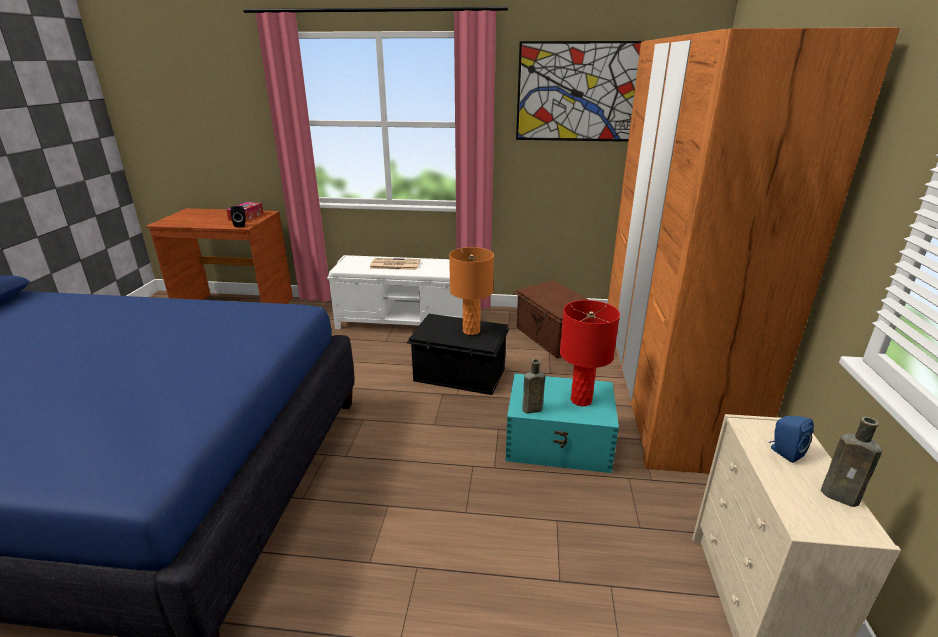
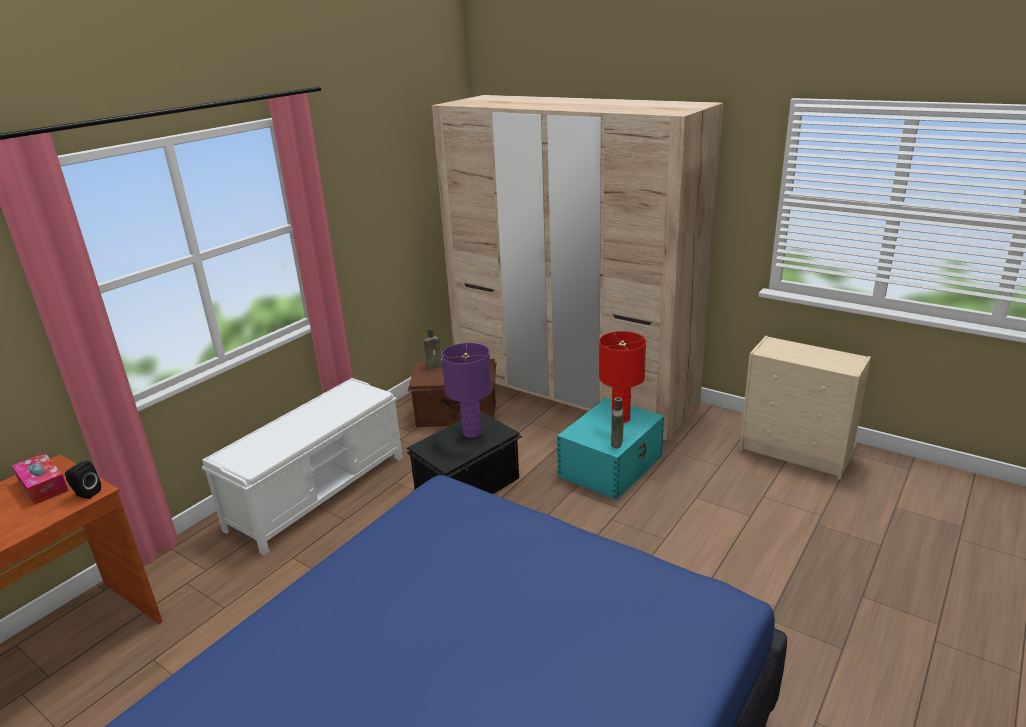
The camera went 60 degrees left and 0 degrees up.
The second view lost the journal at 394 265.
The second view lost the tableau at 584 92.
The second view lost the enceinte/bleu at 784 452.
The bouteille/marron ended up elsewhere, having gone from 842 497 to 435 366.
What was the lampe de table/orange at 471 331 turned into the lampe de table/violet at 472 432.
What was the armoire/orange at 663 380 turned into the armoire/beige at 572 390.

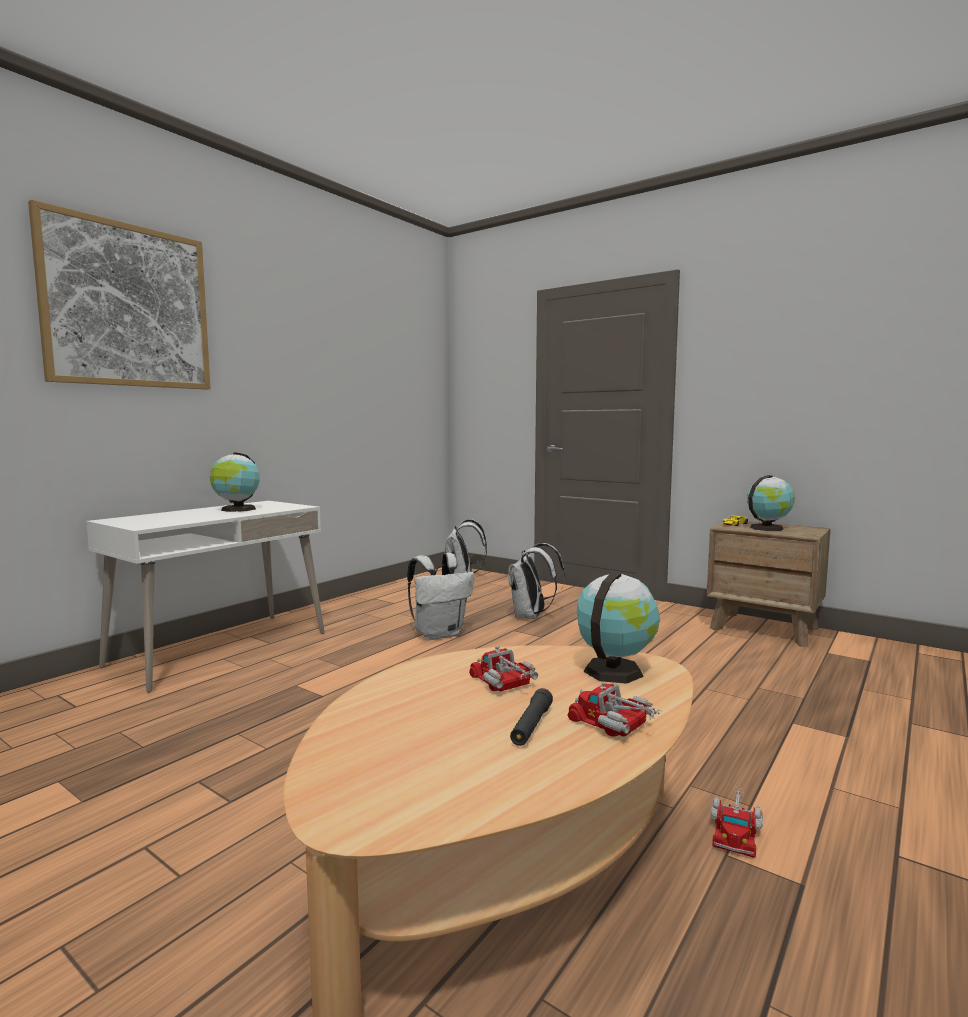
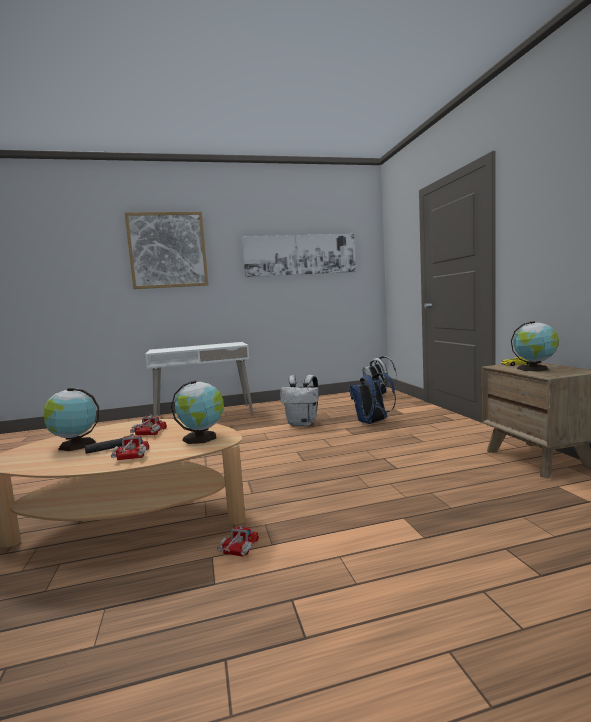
The camera went 40 degrees right and 0 degrees up.
The second view gained the tableau at 300 255.
The globe ended up elsewhere, having gone from 237 509 to 74 445.
What was the sac à dos/blanc at 531 616 turned into the sac à dos/bleu at 372 422.
The camion jouet at 735 831 ended up facing another way, 135 degrees clockwise from before.

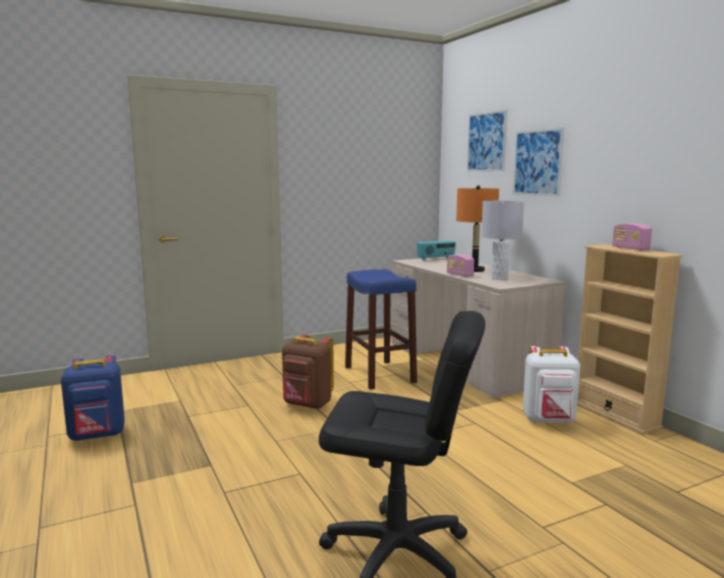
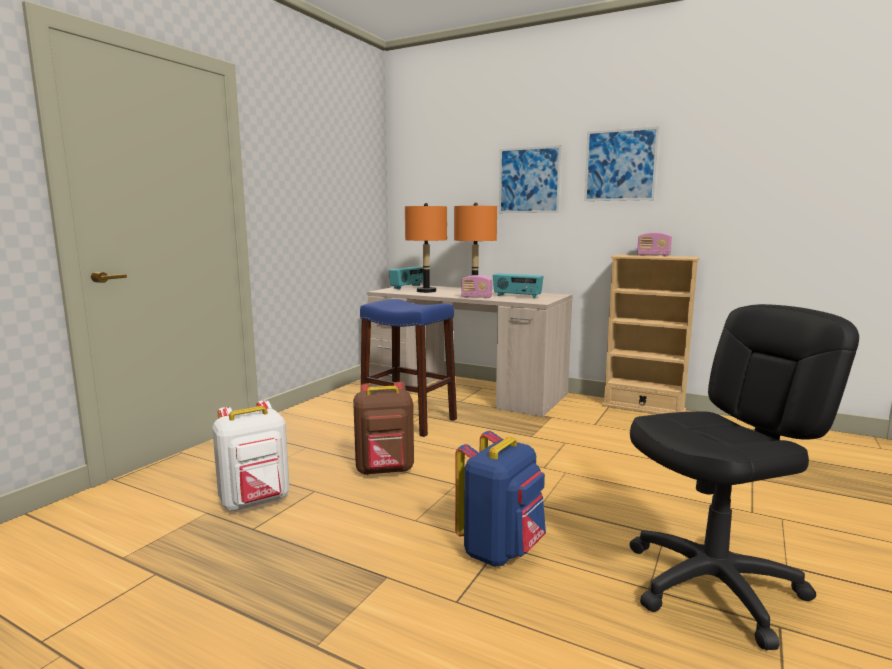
The camera went 35 degrees left and 0 degrees up.
The second view gained the lampe de table/orange at 426 291.
The sac à dos/bleu ended up elsewhere, having gone from 97 435 to 501 550.
The tableau ended up elsewhere, having gone from 486 142 to 620 165.
The sac à dos/blanc ended up elsewhere, having gone from 549 421 to 256 502.
Where the lampe de table/gris stood at 499 278, the radio came to stand at 517 296.

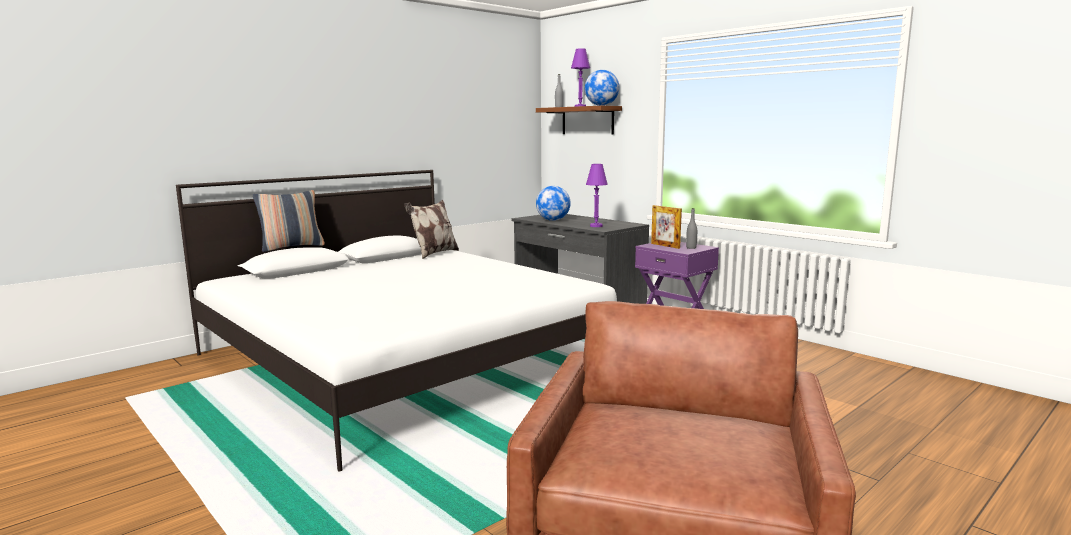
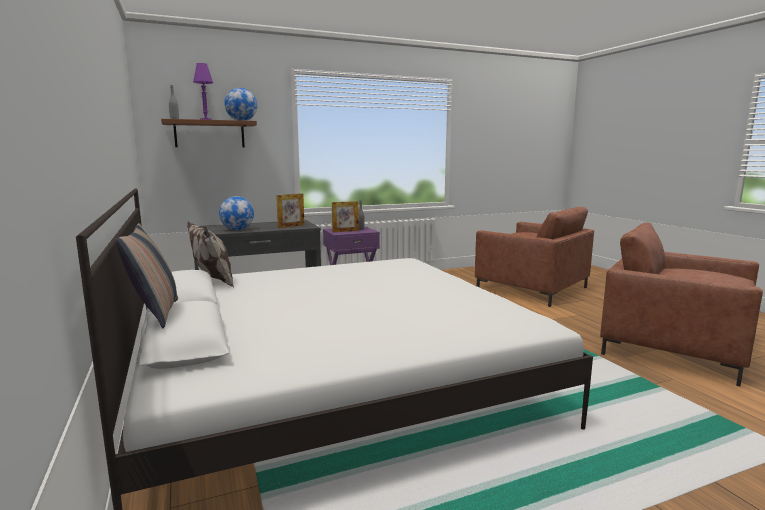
The camera went 70 degrees left and 0 degrees up.
The second view gained the fauteuil/marron at 531 288.
Where the lampe de table/violet stood at 596 226, the cadre photo came to stand at 291 226.

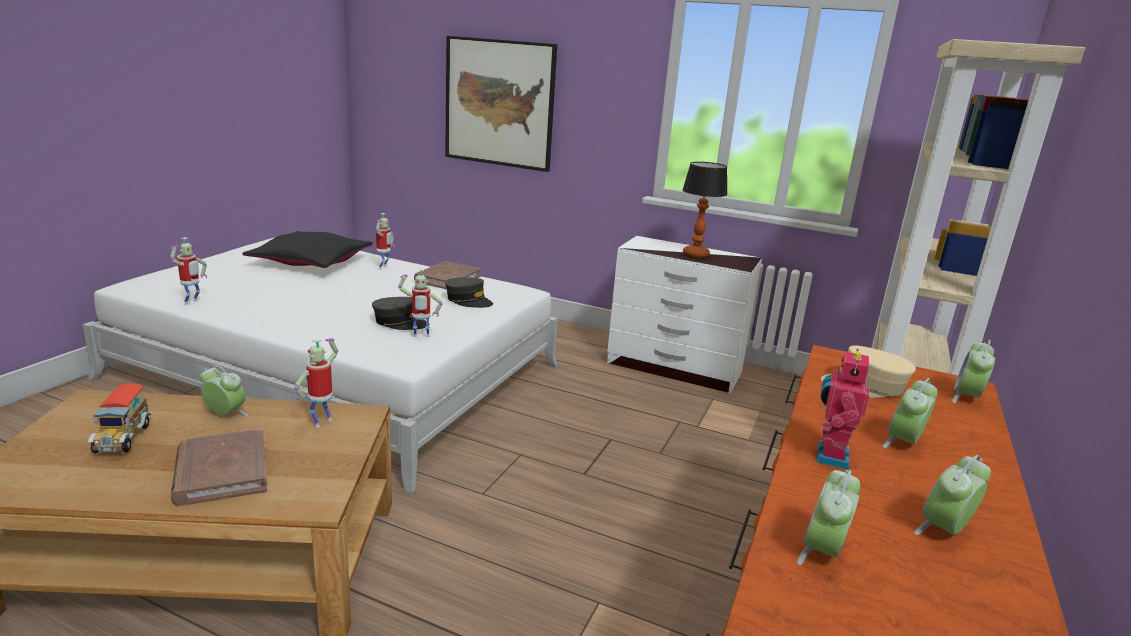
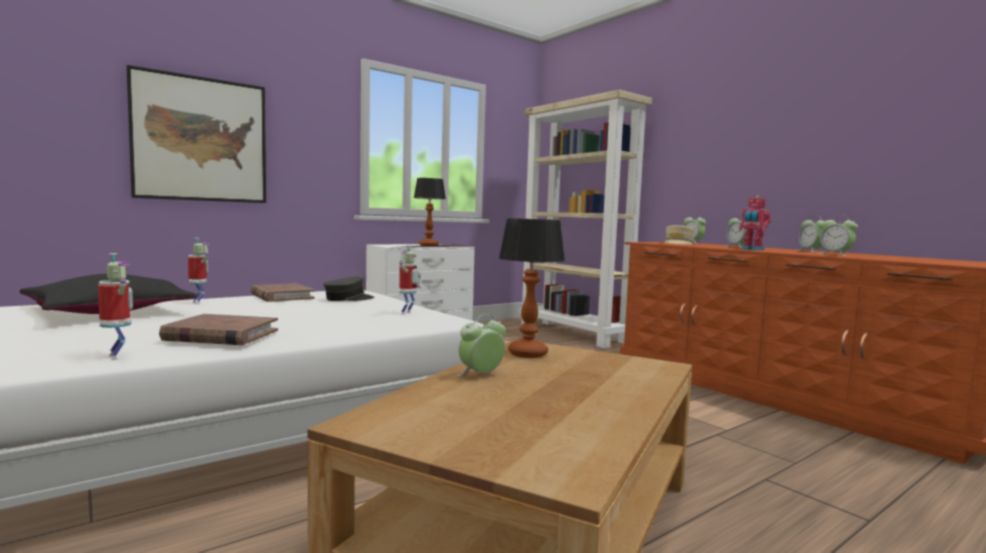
The camera went 60 degrees left and 15 degrees down.
The second view lost the camion jouet at 122 439.
The second view lost the casquette/gris at 400 322.
The livre/marron ended up elsewhere, having gone from 221 471 to 221 335.
Where the robot jouet stood at 322 421, the lampe de table came to stand at 528 353.

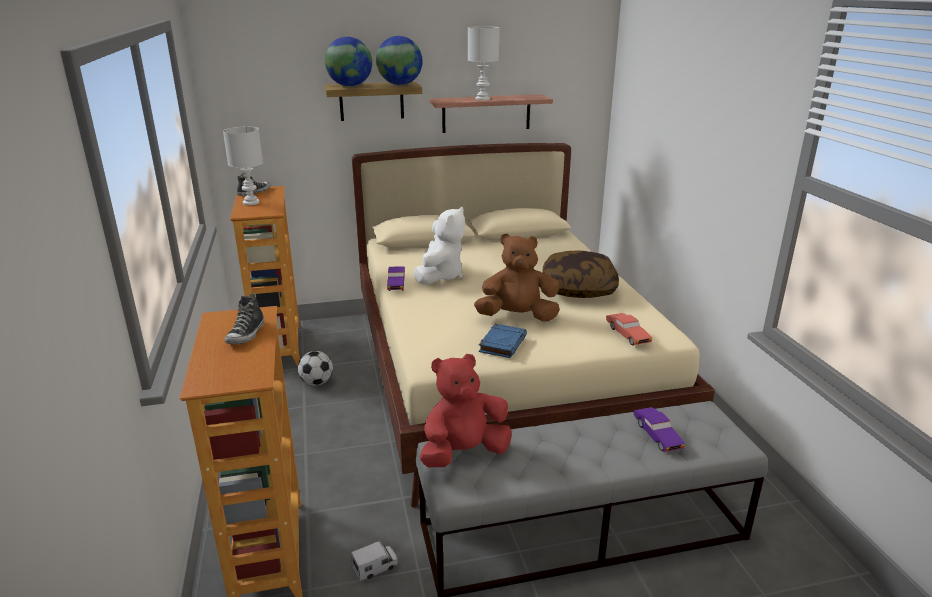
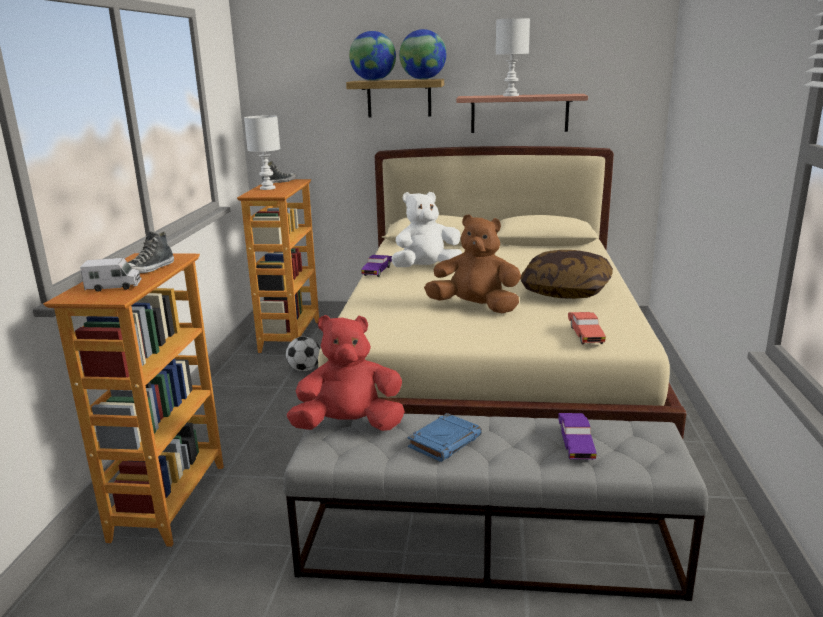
The camera went 20 degrees right and 5 degrees down.
The camion jouet ended up elsewhere, having gone from 375 567 to 114 287.
The livre/bleu ended up elsewhere, having gone from 502 344 to 445 441.
The peluche/blanc at 440 276 ended up facing another way, 150 degrees counterclockwise from before.

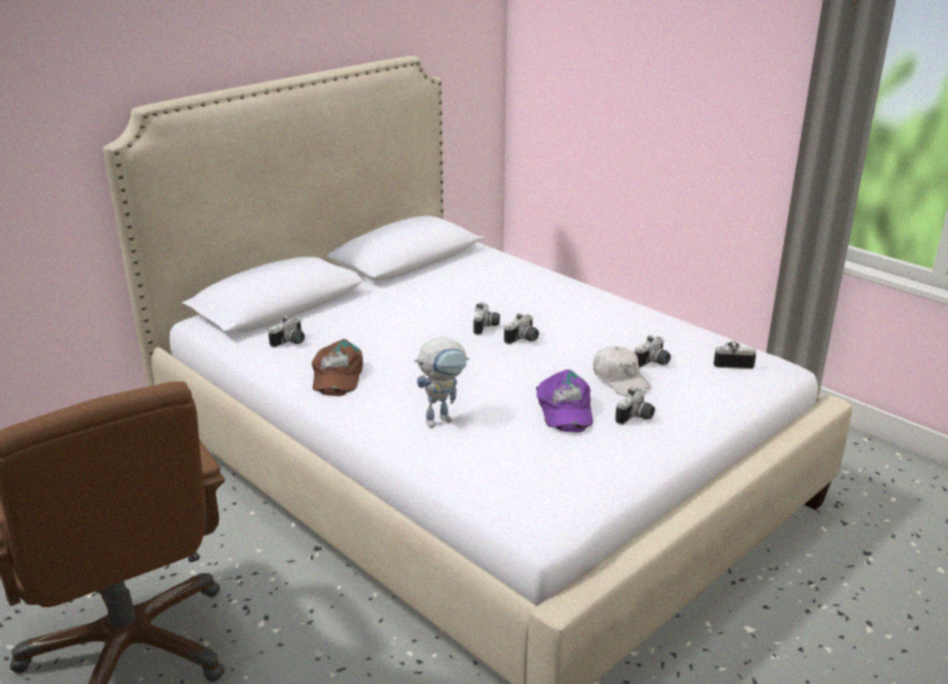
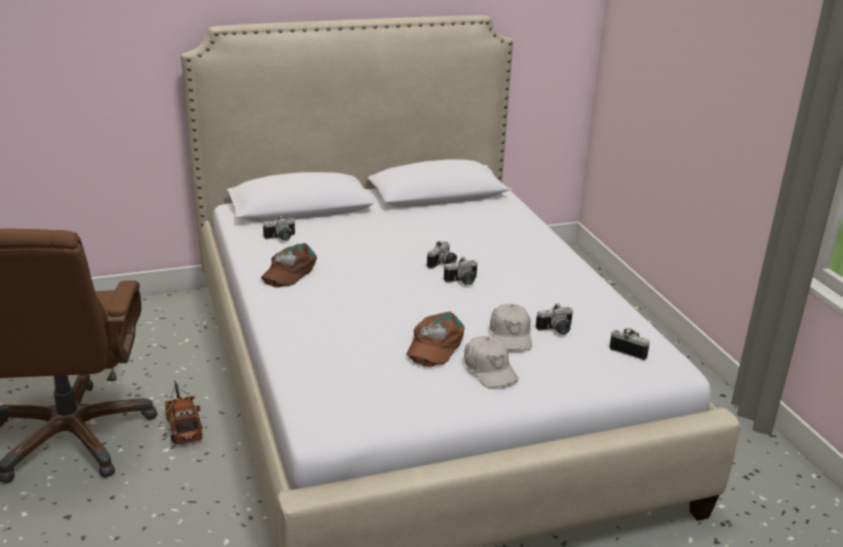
The camera went 25 degrees right and 0 degrees up.
The second view lost the robot jouet at 443 418.
The second view gained the camion jouet at 183 424.
Where the appareil photo stood at 636 418, the casquette/blanc came to stand at 490 370.
What was the casquette/violet at 564 409 turned into the casquette/marron at 434 345.

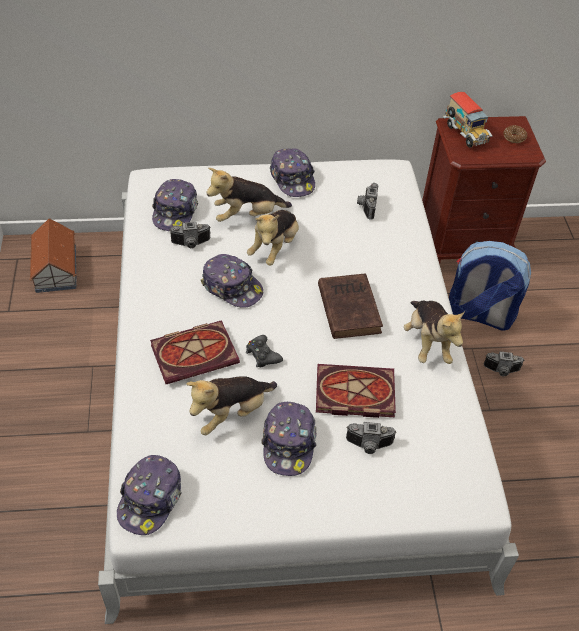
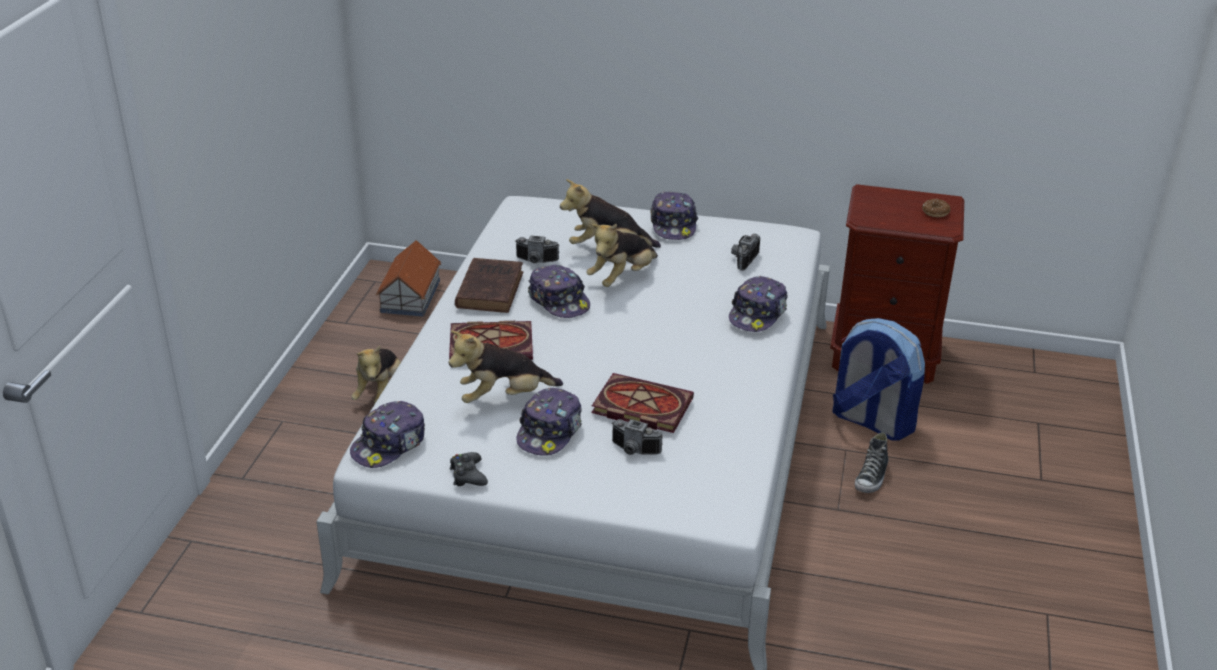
The camera went 20 degrees right and 15 degrees down.
The second view lost the camion jouet at 465 134.
The casquette ended up elsewhere, having gone from 175 212 to 758 314.
The manette/noir ended up elsewhere, having gone from 262 355 to 468 475.
The livre/marron ended up elsewhere, having gone from 348 307 to 490 289.
The peluche ended up elsewhere, having gone from 427 342 to 380 391.
Where the appareil photo stood at 501 371, the chaussure came to stand at 871 477.

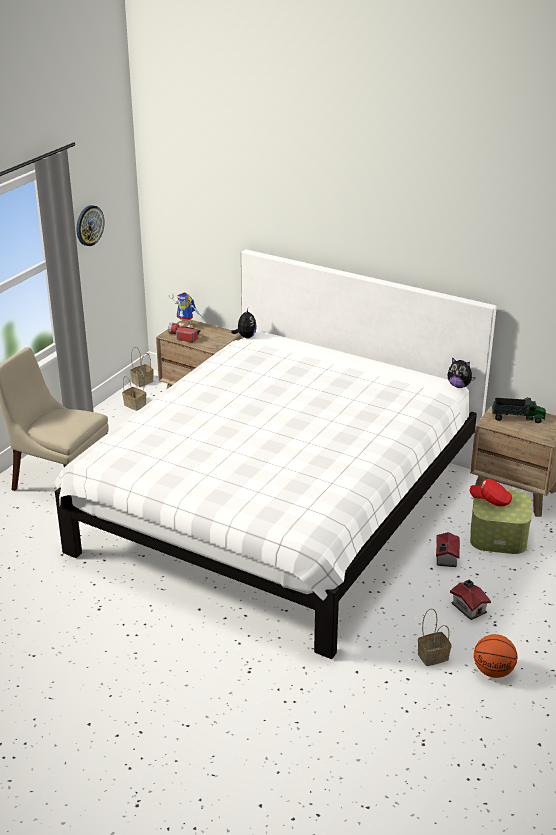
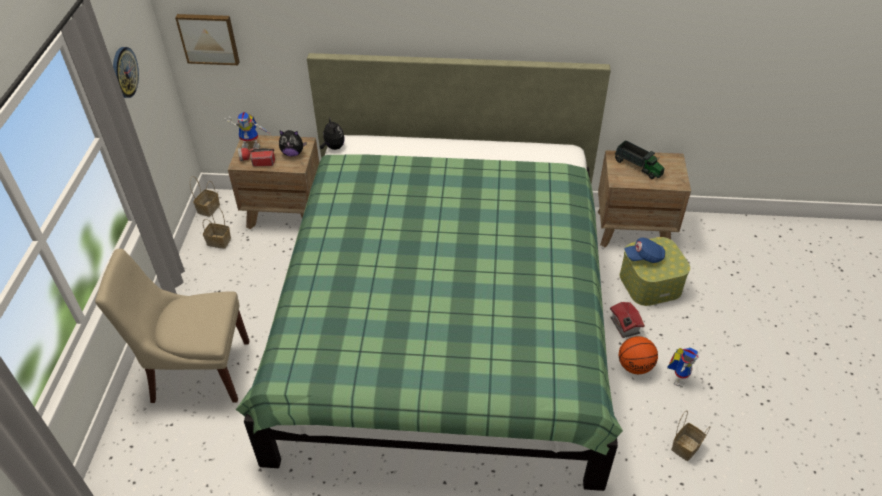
The camera went 25 degrees left and 15 degrees up.
The second view gained the tableau at 209 38.
The peluche ended up elsewhere, having gone from 459 386 to 293 153.
The ballon de basket ended up elsewhere, having gone from 493 671 to 635 366.
Where the maison miniature stood at 469 607, the robot jouet came to stand at 678 376.
What was the lit/blanc at 280 508 turned into the lit/vert at 443 322.
What was the casquette/rouge at 490 500 turned into the casquette/bleu at 644 257.
The camion jouet at 517 418 ended up facing another way, 60 degrees clockwise from before.

